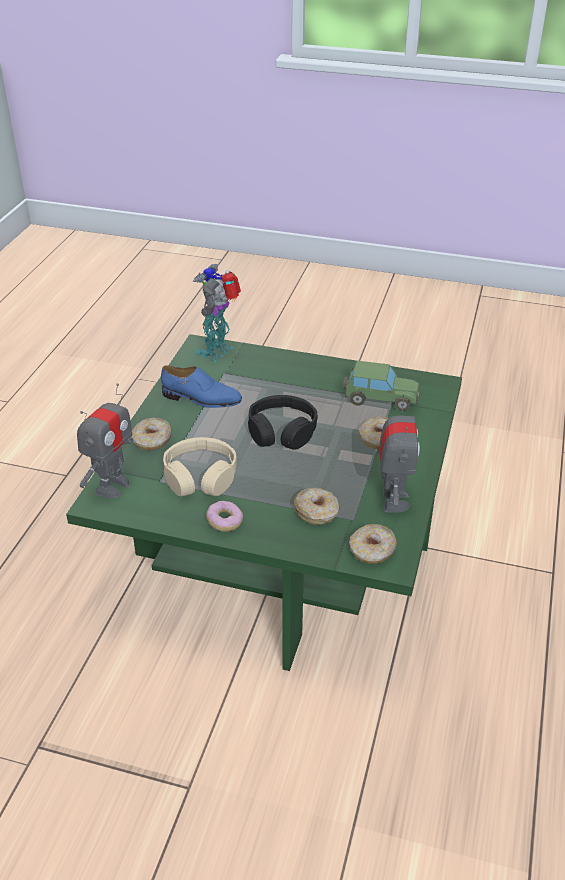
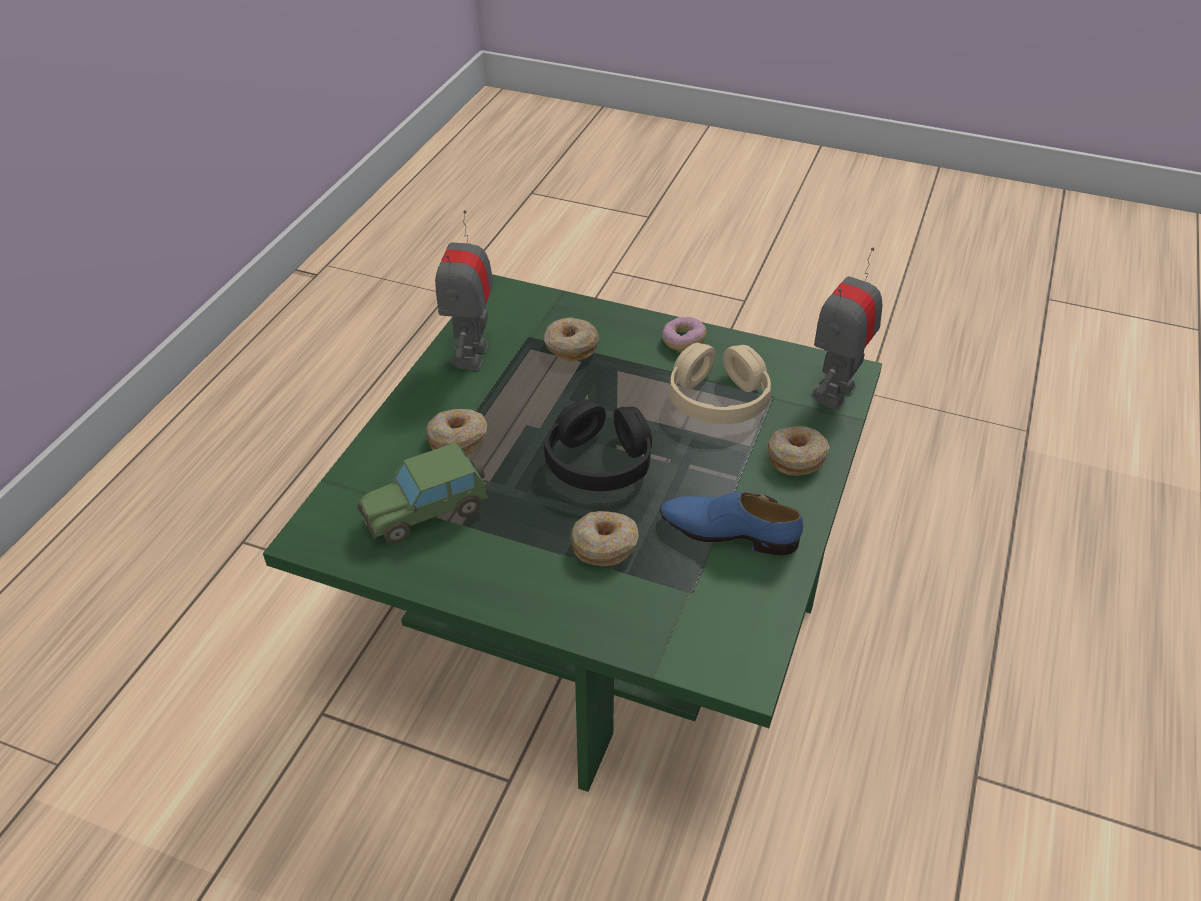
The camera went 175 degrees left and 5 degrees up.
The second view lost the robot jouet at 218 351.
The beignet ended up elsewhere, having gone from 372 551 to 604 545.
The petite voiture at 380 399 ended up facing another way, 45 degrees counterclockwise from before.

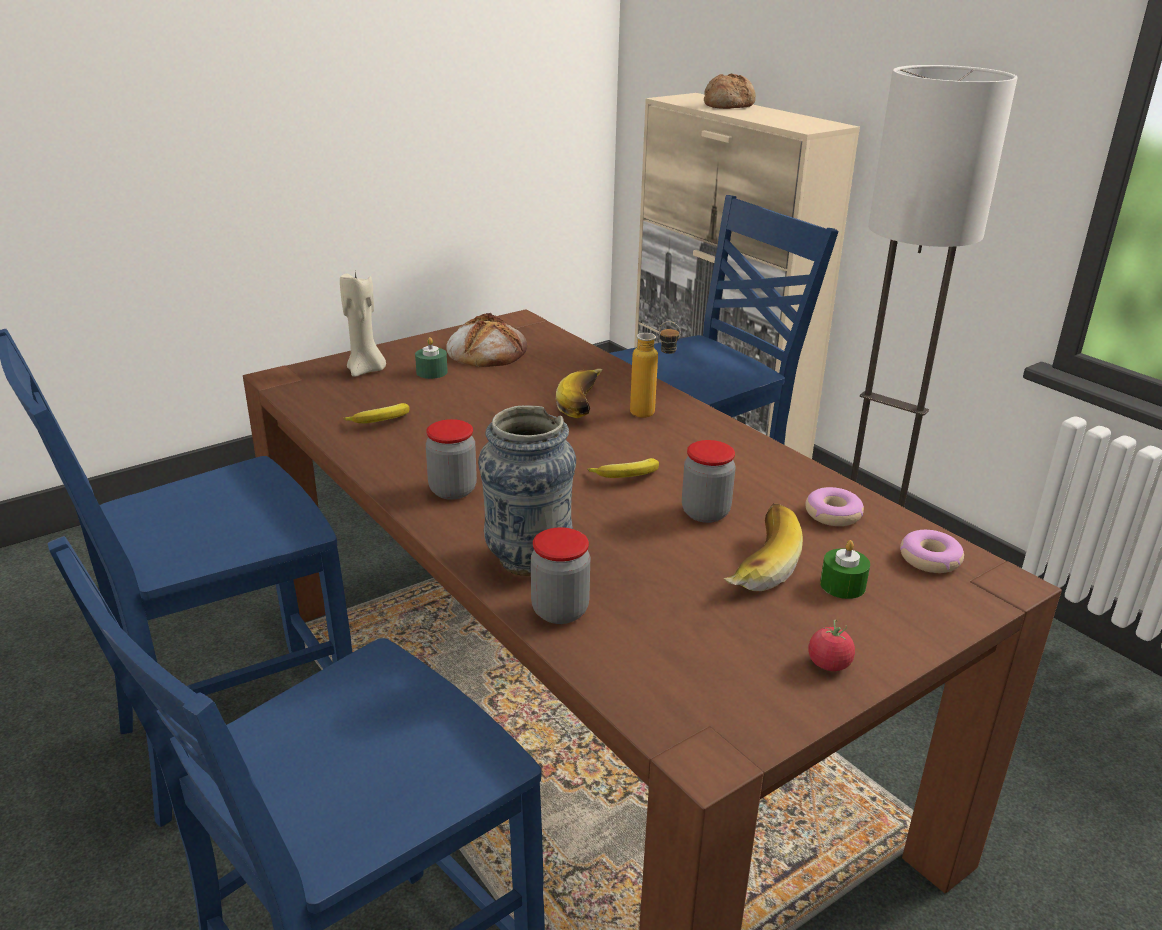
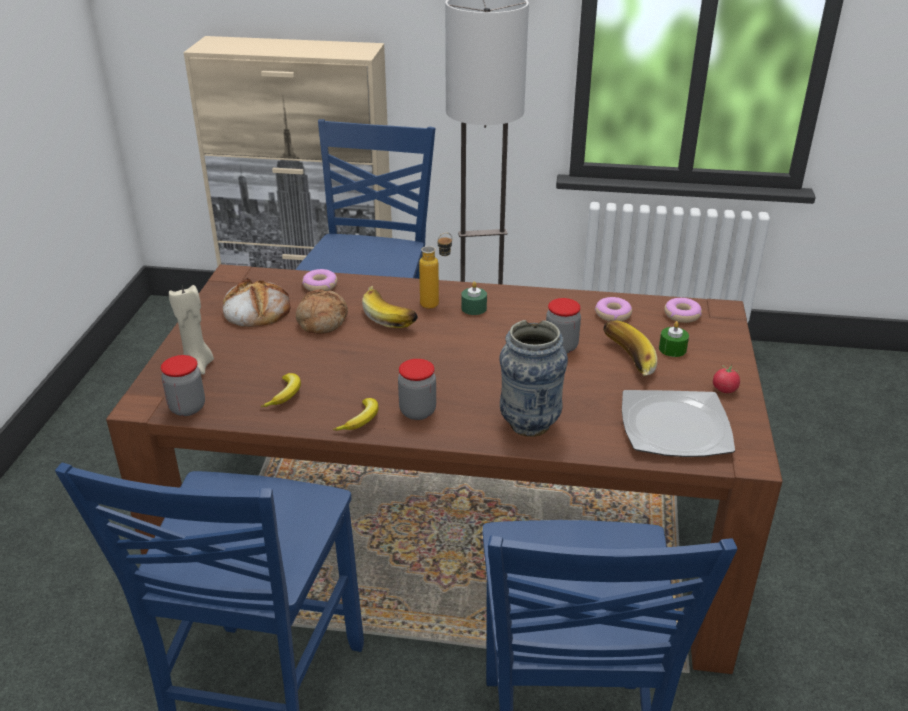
The camera went 45 degrees left and 5 degrees up.
The second view gained the beignet at 320 285.
The second view gained the assiette at 676 426.
The bougie/vert ended up elsewhere, having gone from 432 372 to 474 308.
The bocal ended up elsewhere, having gone from 560 611 to 187 407.
The banane ended up elsewhere, having gone from 627 476 to 361 420.
The pain ended up elsewhere, having gone from 728 105 to 321 321.

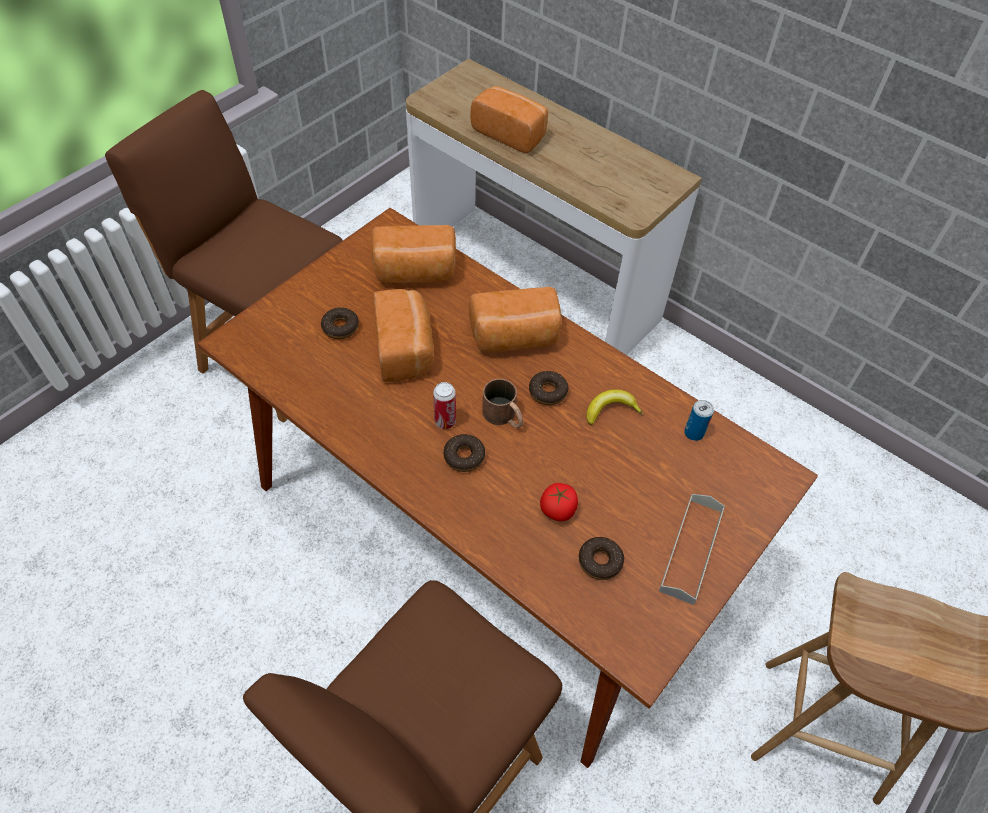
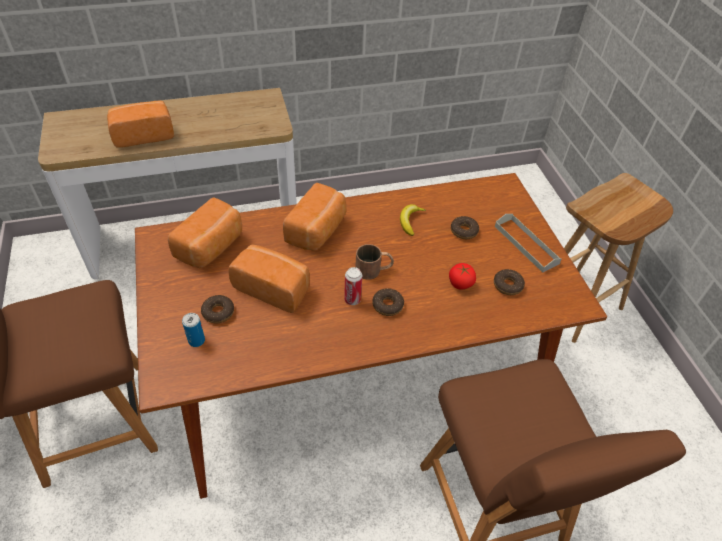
The camera went 55 degrees left and 5 degrees down.
The beignet ended up elsewhere, having gone from 548 392 to 464 231.
The boîte métallique ended up elsewhere, having gone from 694 433 to 196 340.

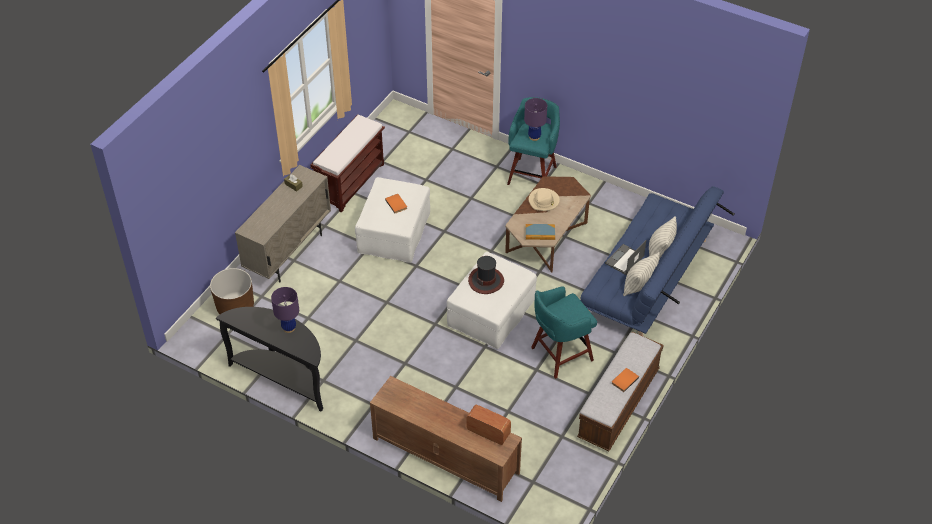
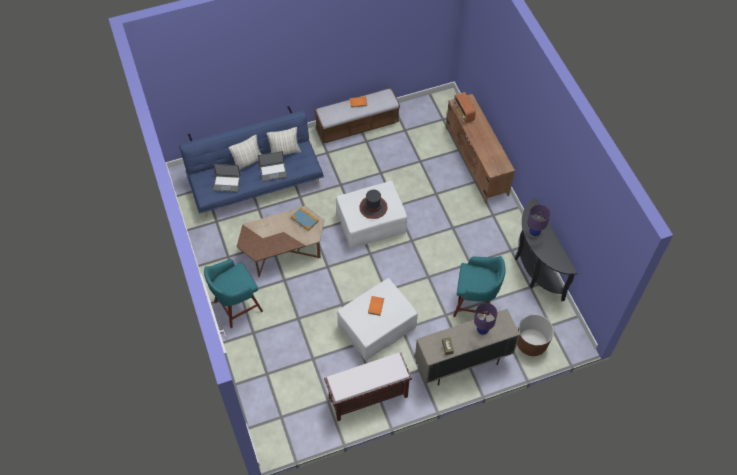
The camera went 140 degrees left and 10 degrees up.
The second view lost the chapeau/beige at 544 201.
The second view gained the ordinateur portable at 227 183.
The lampe de table/violet ended up elsewhere, having gone from 534 137 to 482 330.
The tabouret/turquoise ended up elsewhere, having gone from 560 354 to 475 304.

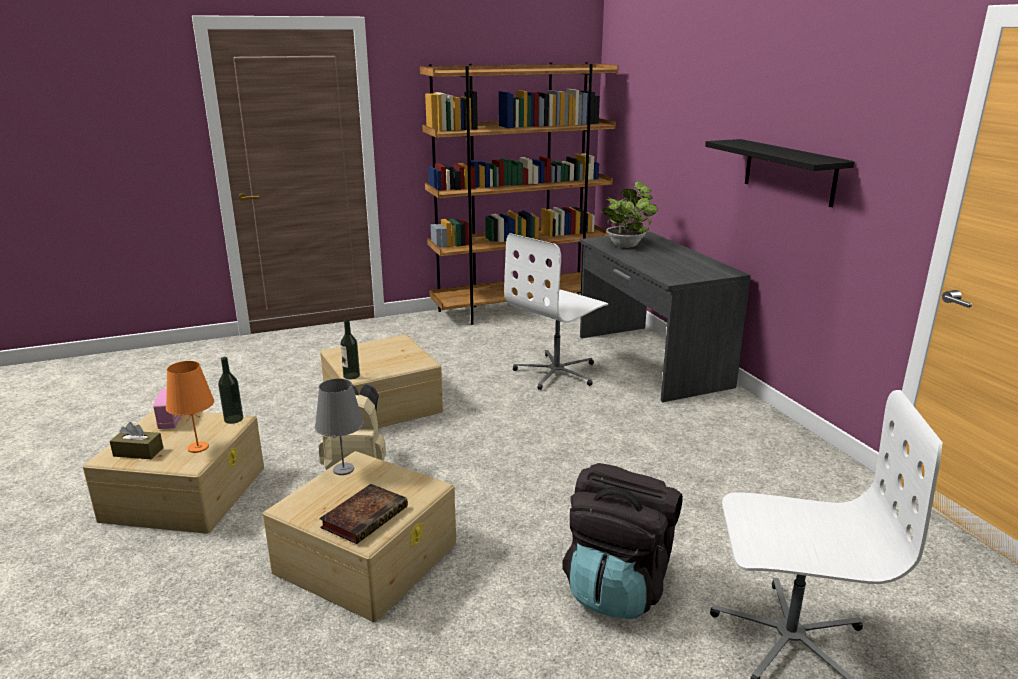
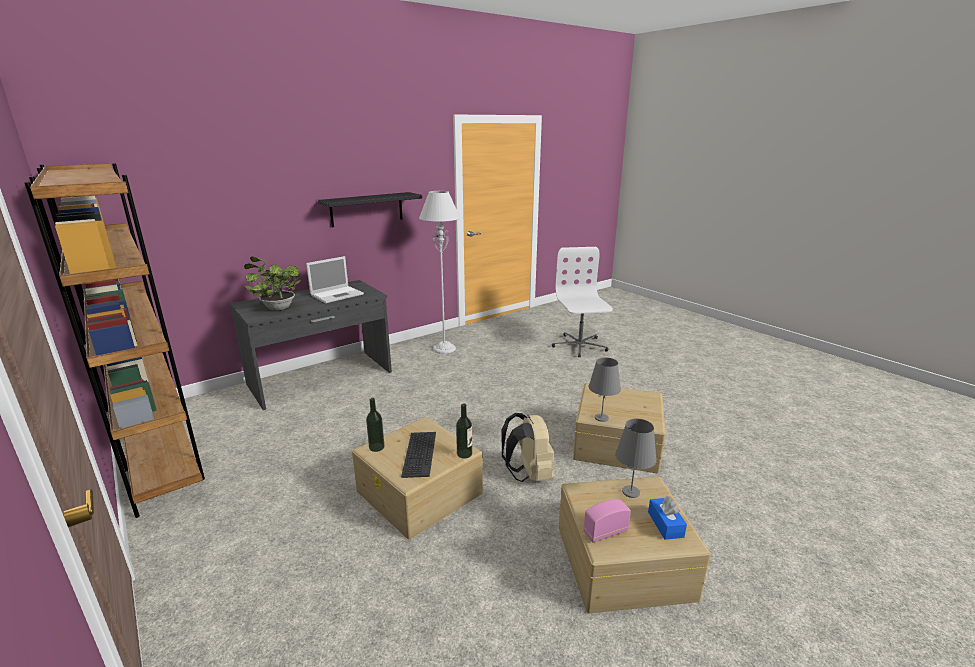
The camera went 105 degrees left and 0 degrees up.
The second view lost the livre at 365 516.
The second view lost the chaise de bureau/blanc at 557 372.
The second view lost the sac à dos/noir at 618 586.
The second view gained the ordinateur portable at 338 294.
The second view gained the clavier at 419 454.
The second view gained the lampadaire/gris at 444 348.
The bouteille ended up elsewhere, having gone from 233 419 to 376 447.
What was the boîte à mouchoirs/marron at 138 452 turned into the boîte à mouchoirs/bleu at 665 524.
What was the lampe de table/orange at 197 447 turned into the lampe de table/gris at 631 492.

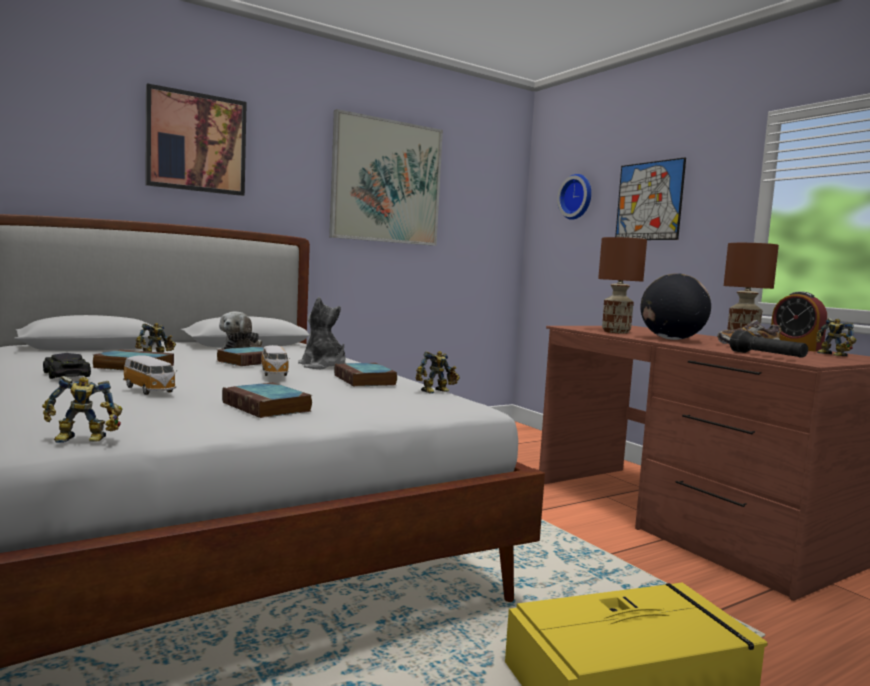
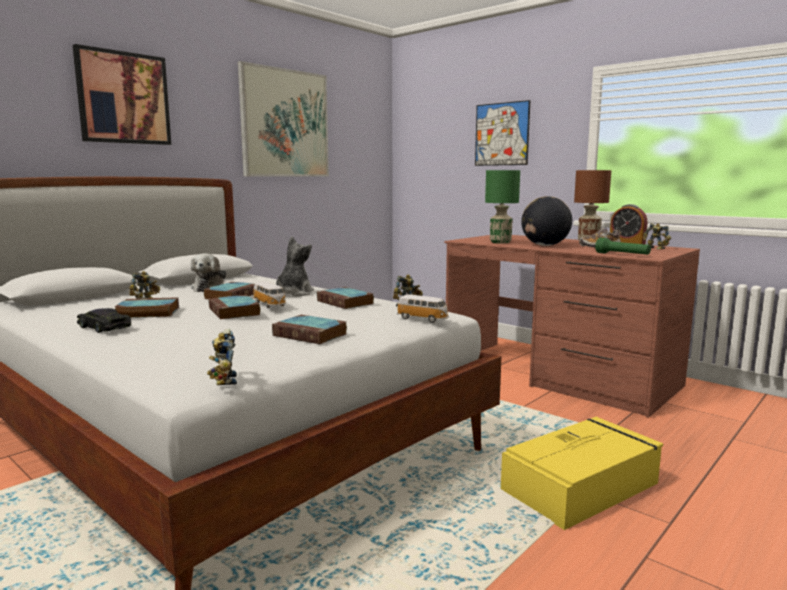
The camera went 15 degrees left and 5 degrees up.
The second view lost the horloge murale at 577 197.
The second view gained the livre at 235 312.
The petite voiture ended up elsewhere, having gone from 150 390 to 423 319.
What was the lampe de table/marron at 616 332 turned into the lampe de table/vert at 500 242.
What was the lampe de poche/noir at 767 356 turned into the lampe de poche/vert at 622 255.
The robot jouet at 81 440 ended up facing another way, 105 degrees clockwise from before.
The peluche at 323 366 ended up facing another way, 75 degrees clockwise from before.

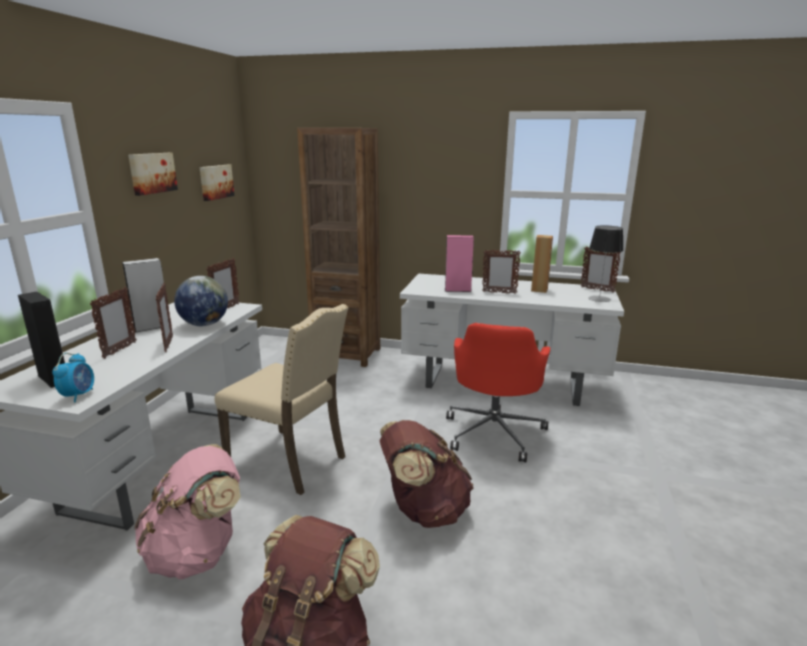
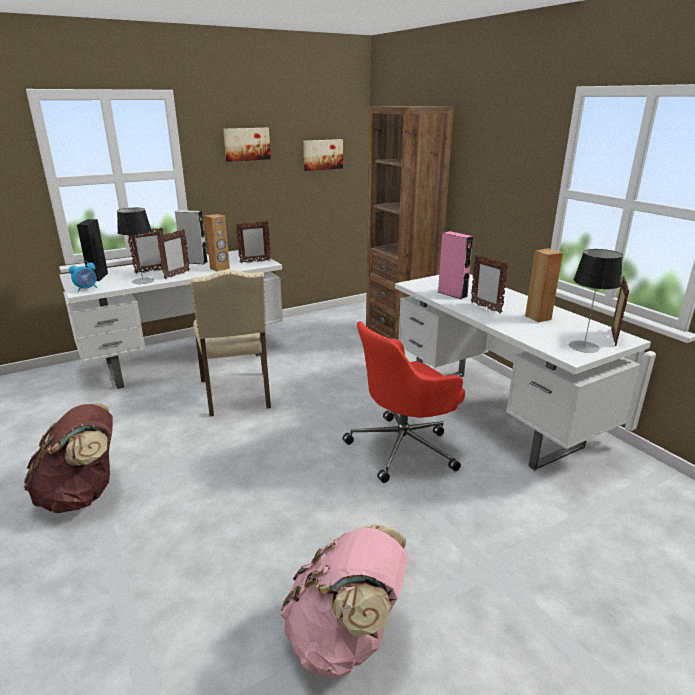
The camera went 45 degrees right and 5 degrees up.
The second view lost the sac à dos/marron at 423 510.
The second view gained the lampe de table at 142 281.
The sac à dos/rose ended up elsewhere, having gone from 197 553 to 345 638.
Where the globe stood at 204 324, the enceinte/marron came to stand at 220 268.
The cadre photo at 597 290 ended up facing another way, 150 degrees counterclockwise from before.

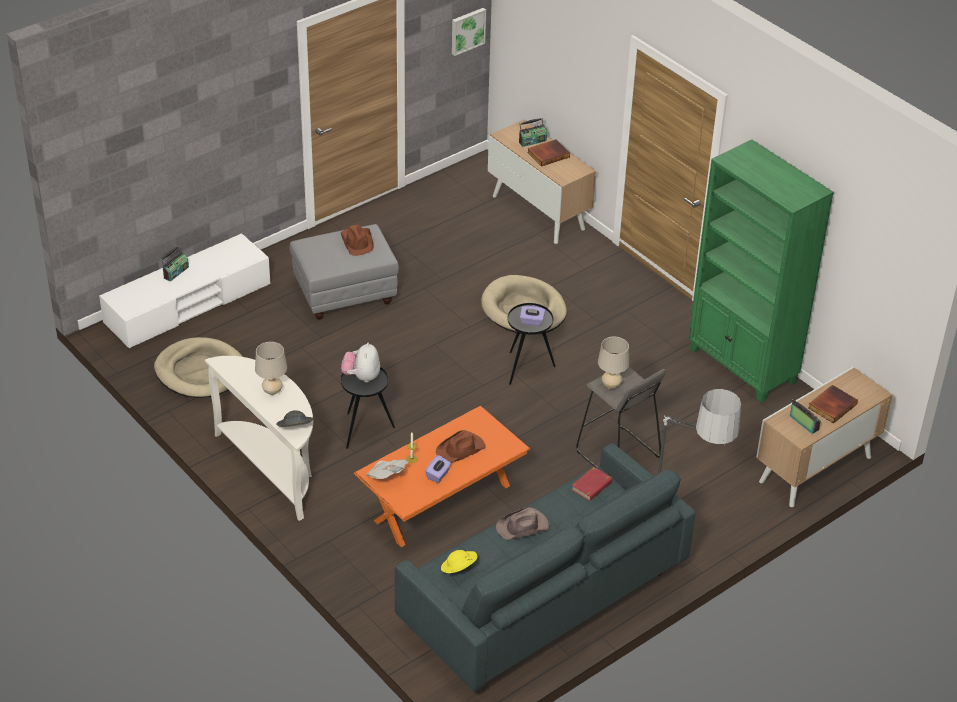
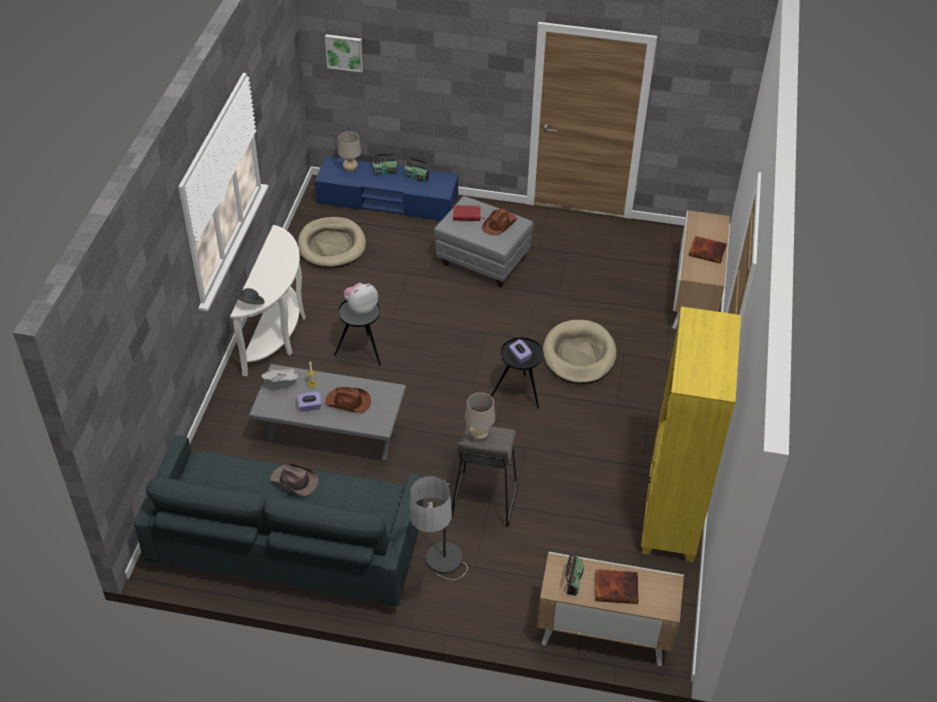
The camera went 50 degrees right and 5 degrees up.
The second view lost the chapeau/jaune at 458 568.
The lampe de table/beige ended up elsewhere, having gone from 272 391 to 350 169.
The tableau ended up elsewhere, having gone from 467 30 to 344 52.
The radio ended up elsewhere, having gone from 532 141 to 416 177.
The livre/rouge ended up elsewhere, having gone from 592 486 to 466 215.
What was the meuble télé/blanc at 188 304 turned into the meuble télé/bleu at 387 201.
What was the table basse/orange at 442 503 turned into the table basse/gris at 331 435.
What was the bibliothèque/vert at 742 366 turned into the bibliothèque/jaune at 670 516.

